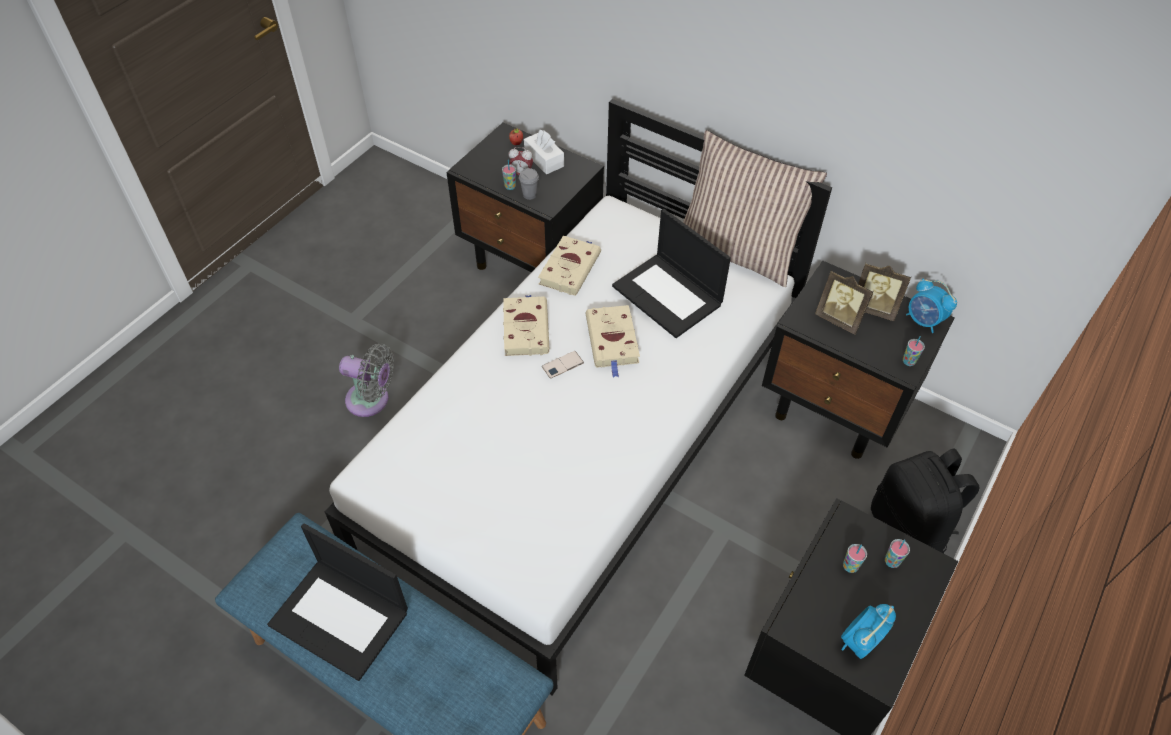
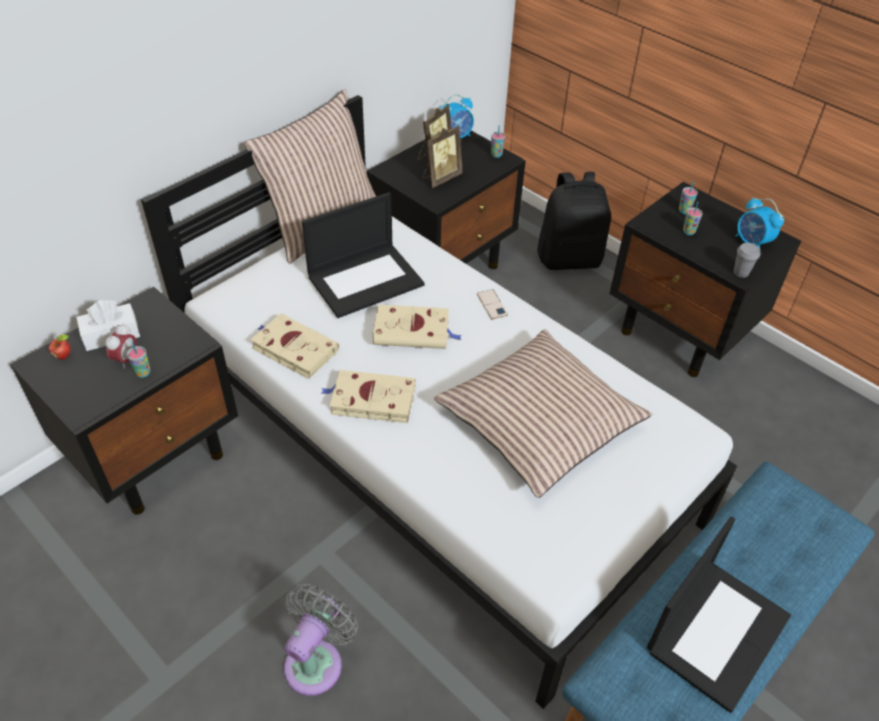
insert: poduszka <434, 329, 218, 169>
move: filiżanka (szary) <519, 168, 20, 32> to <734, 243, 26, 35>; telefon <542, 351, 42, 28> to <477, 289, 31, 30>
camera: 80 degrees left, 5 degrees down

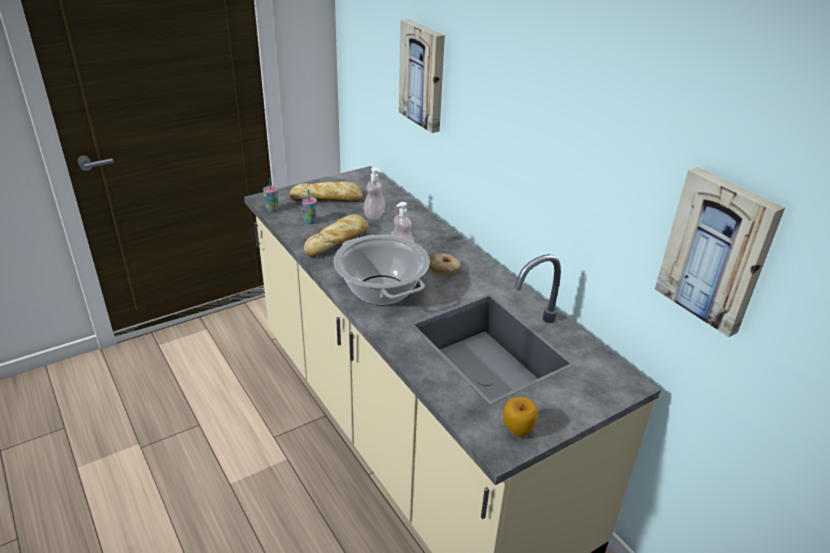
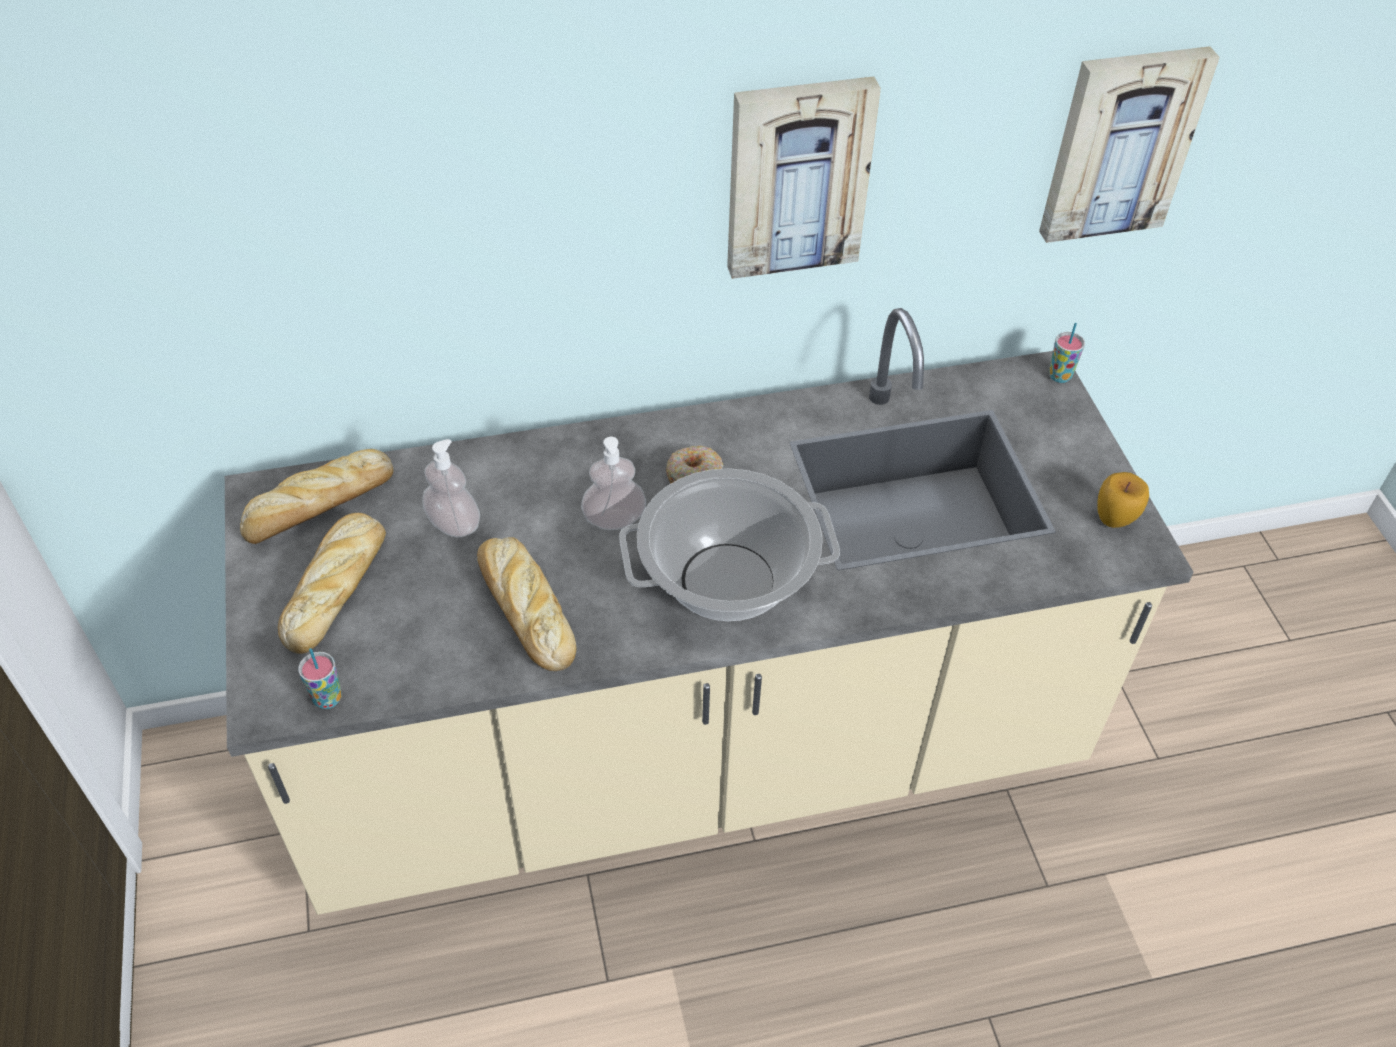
insert: chleb <240, 449, 154, 95>
move: filiżanka <302, 189, 15, 35> to <1049, 323, 36, 60>; obraz <399, 19, 46, 114> to <727, 76, 154, 203>
camera: 70 degrees left, 15 degrees up

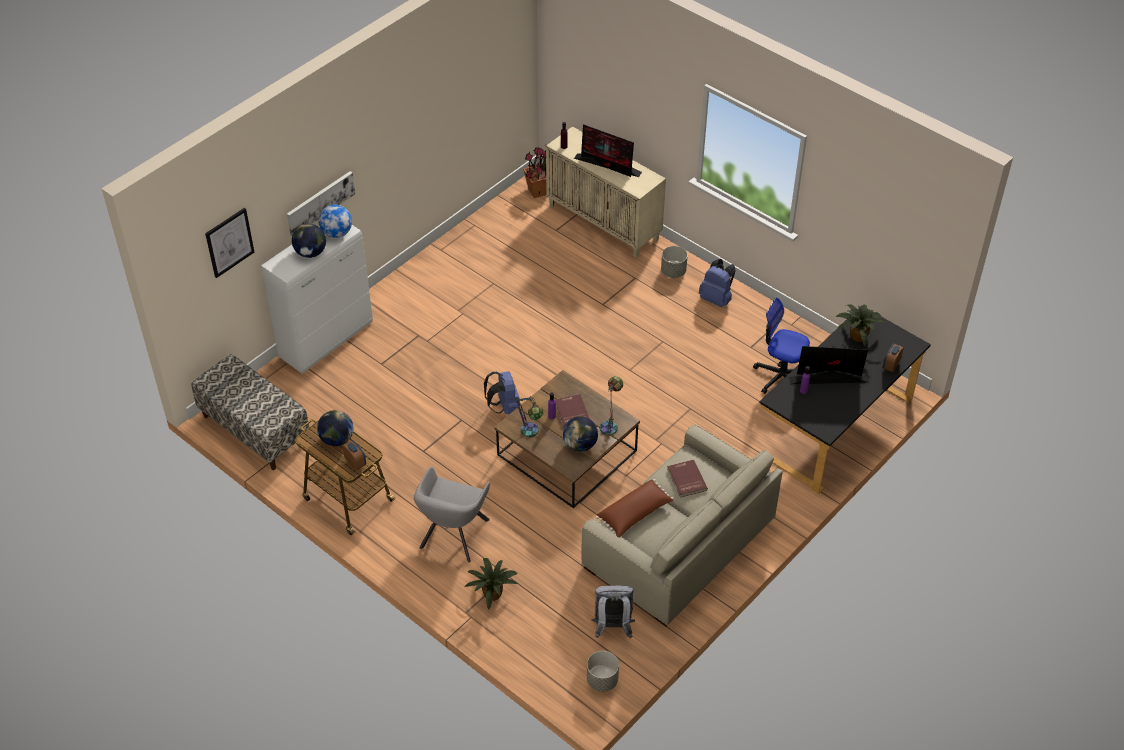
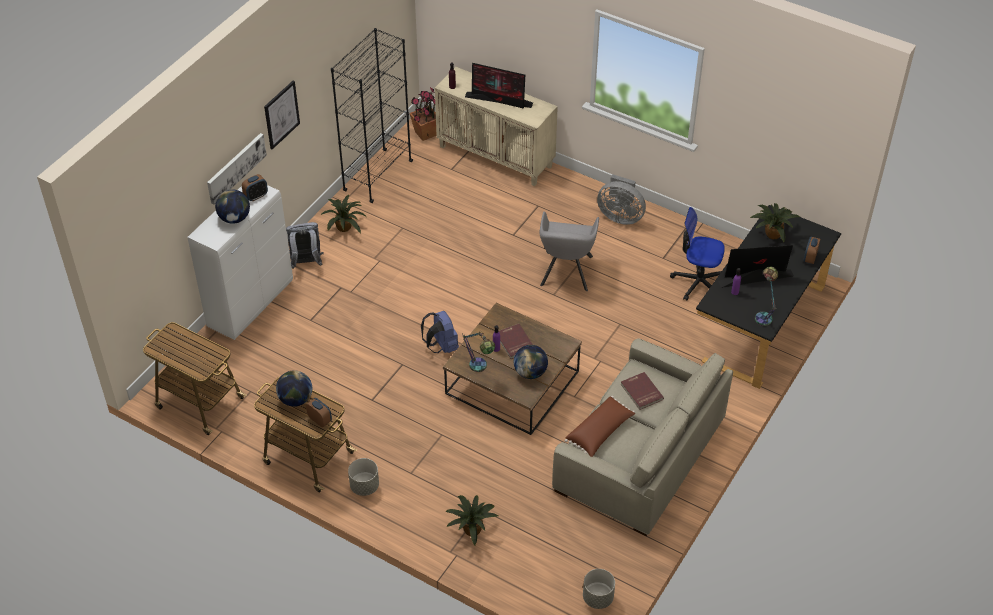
insert: roślina doniczkowa <321, 195, 45, 39>; regał (czarny) <331, 28, 82, 175>
move: obraz <205, 208, 49, 70> to <264, 81, 36, 68>; fotel (szary) <414, 467, 76, 96> to <540, 212, 59, 79>; plecak (szary) <591, 585, 44, 53> to <286, 222, 38, 47>; lampa stołowa <600, 376, 23, 60> to <755, 266, 23, 60>; donica (szary) <661, 246, 27, 32> to <348, 458, 31, 38>
replace: ławka <191, 354, 118, 116> to wózek <143, 322, 104, 113>; globus <318, 205, 34, 33> to budzik <242, 174, 26, 27>; plecak (niebieski) <699, 259, 36, 48> to wentylator (szary) <597, 174, 49, 51>
camera: 10 degrees left, 0 degrees up

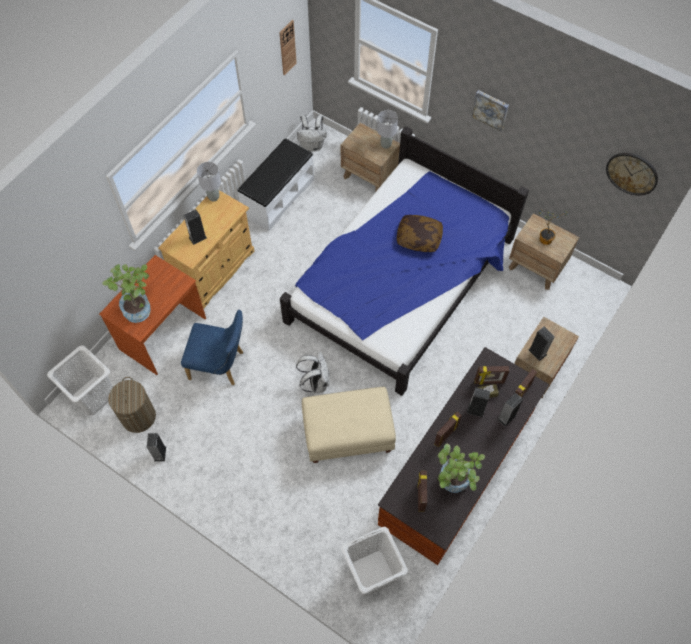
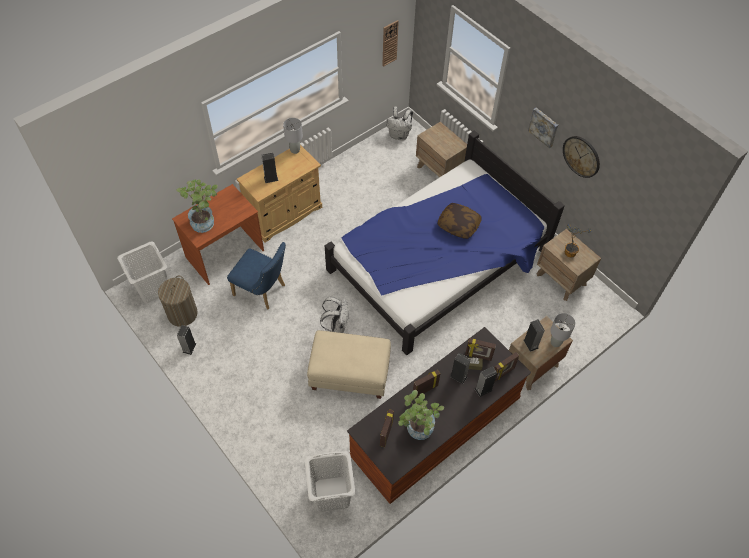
delete: ławka (biały) <237, 138, 77, 93>
move: lampa stołowa (szary) <377, 110, 21, 39> to <550, 313, 26, 34>; zegar ścienny <606, 153, 52, 42> to <563, 136, 37, 42>
camera: 15 degrees right, 5 degrees down

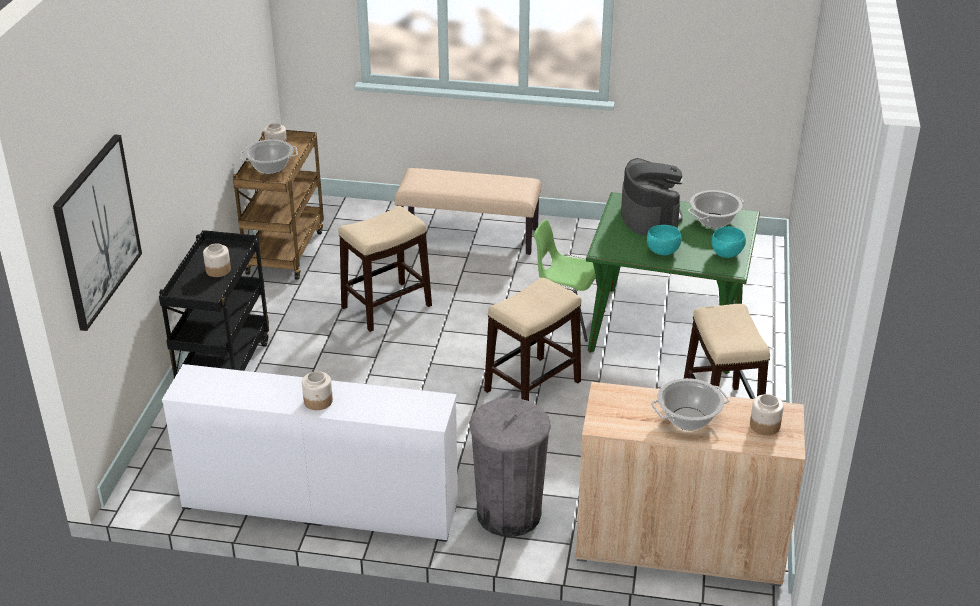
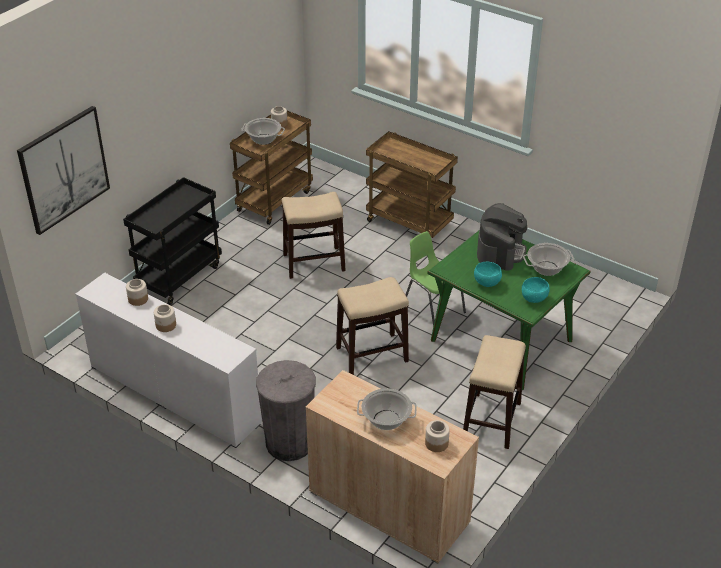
move: słoik <203, 243, 28, 34> to <126, 279, 22, 27>
replace: ławka (beżowy) <395, 168, 146, 87> to wózek (brązowy) <366, 131, 92, 107>
camera: 25 degrees right, 5 degrees up

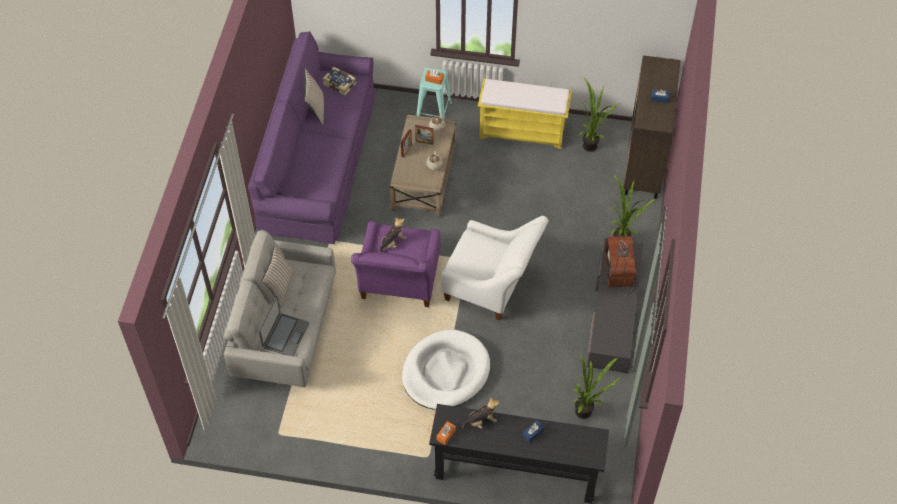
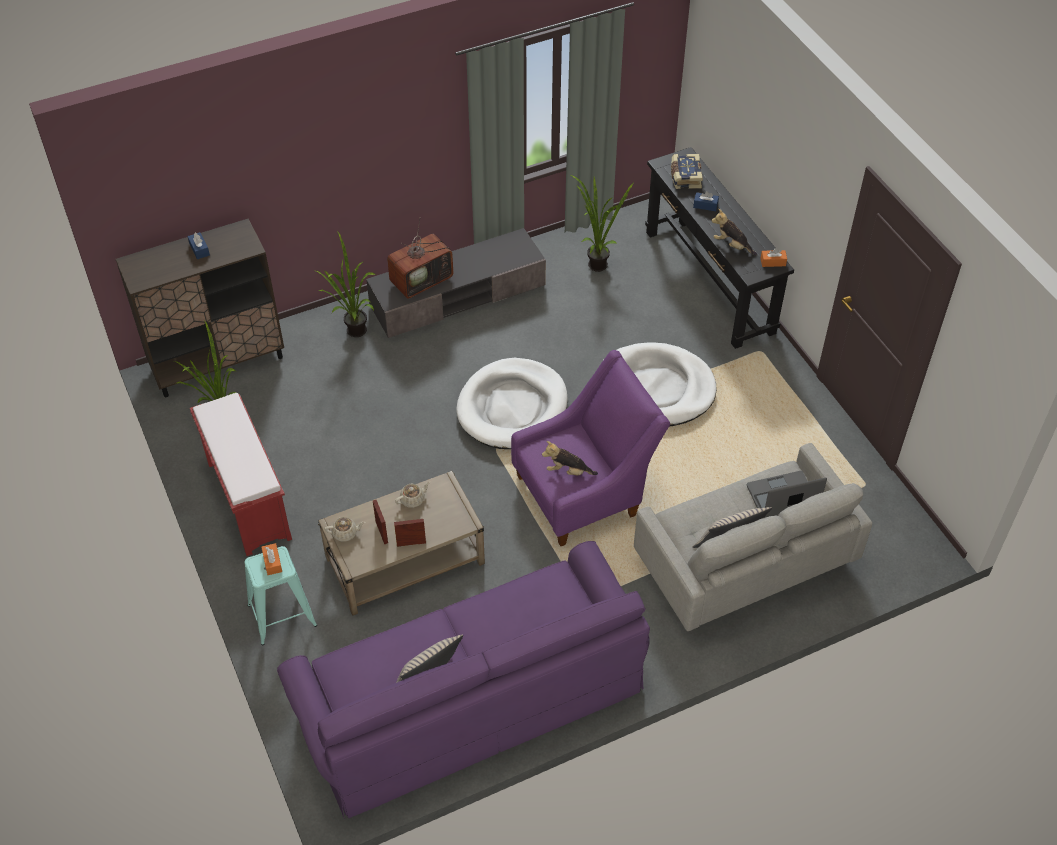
move: książka <322, 67, 34, 29> to <671, 154, 32, 35>
replace: fotel (biały) <441, 216, 108, 105> to legowisko (biały) <457, 358, 111, 91>
recolor: ławka (żółty) <478, 78, 94, 71> to ławka (czerwony) <190, 393, 102, 163>
camera: 125 degrees left, 5 degrees down

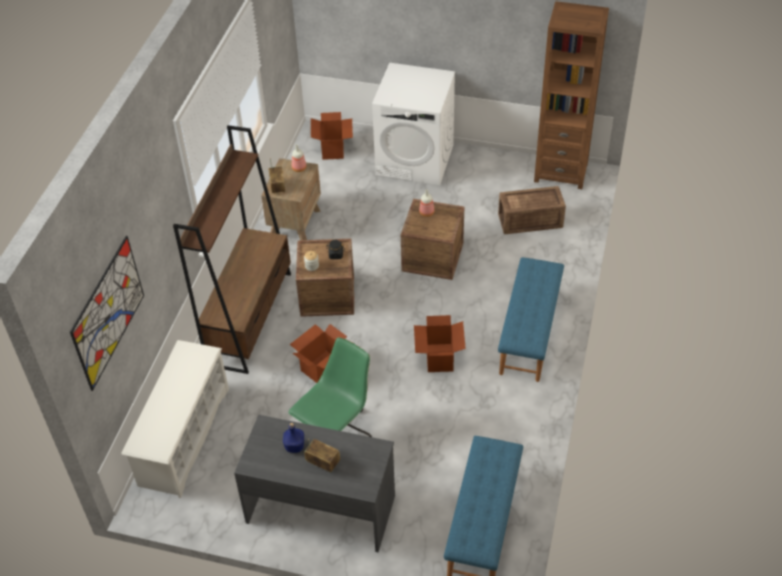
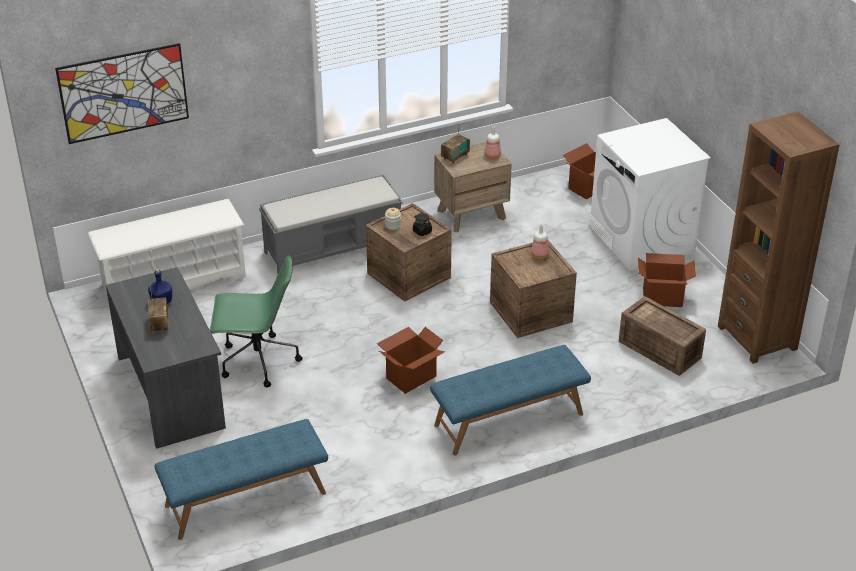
move: karton <290, 324, 57, 59> to <638, 253, 58, 54>
replace: regał (brązowy) <173, 125, 118, 249> to ławka (szary) <259, 174, 144, 100>
camera: 50 degrees right, 10 degrees down

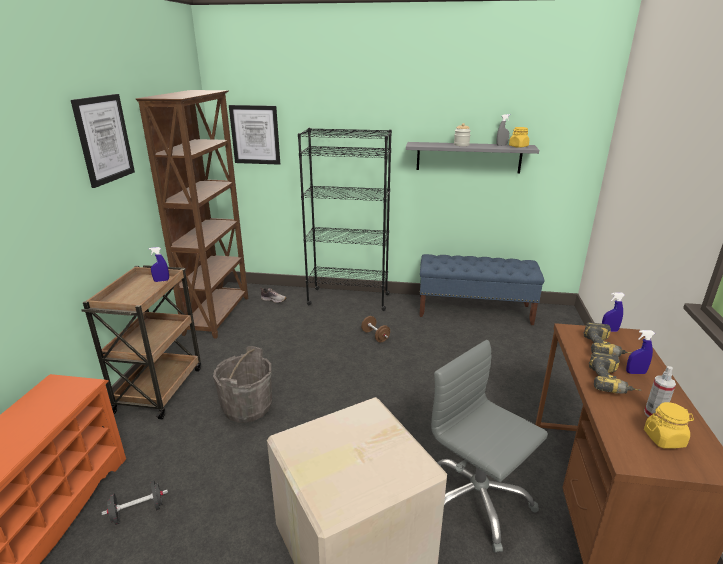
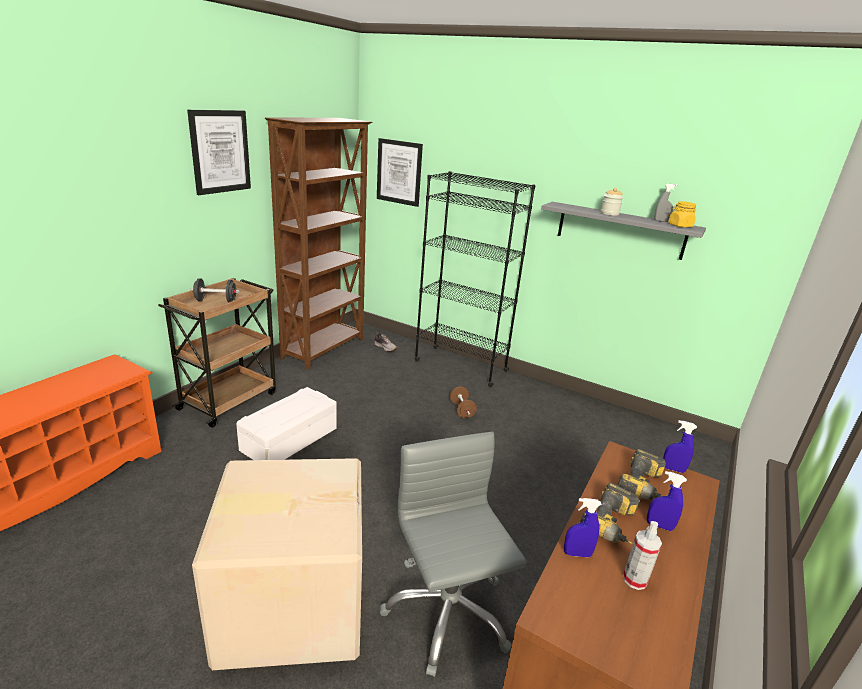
delete: ławka (niebieski) <419, 254, 126, 71>; słoik (żółty) <644, 402, 50, 46>
move: hantel (czarny) <102, 480, 66, 45> to <190, 278, 50, 24>; spryskiwacz (niebieski) <149, 247, 20, 35> to <564, 498, 38, 60>
replace: wiadro (szary) <213, 346, 59, 77> to pojemnik do przechowywania (biały) <236, 387, 101, 73>
camera: 20 degrees right, 0 degrees up

